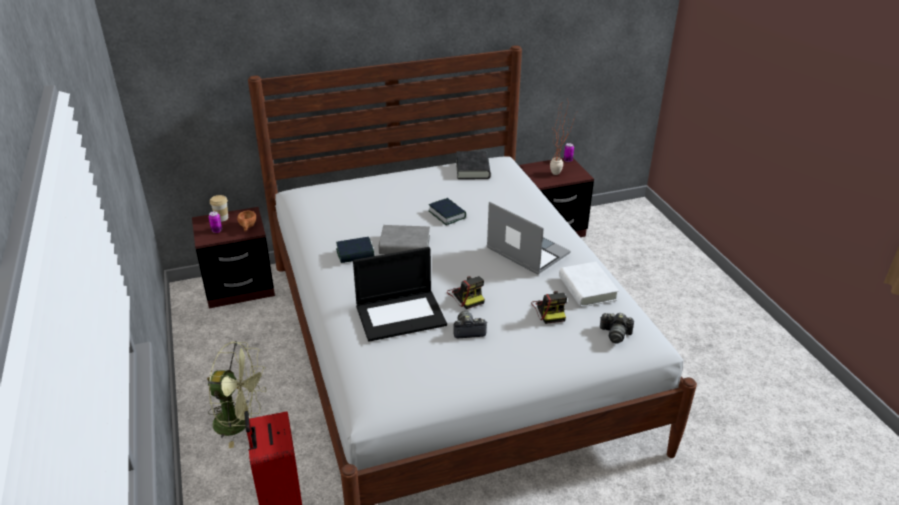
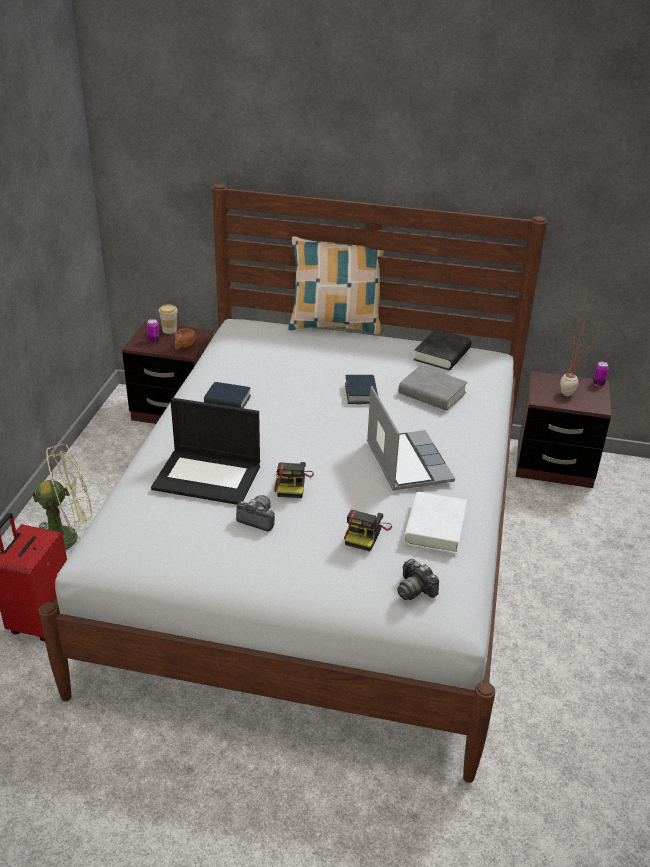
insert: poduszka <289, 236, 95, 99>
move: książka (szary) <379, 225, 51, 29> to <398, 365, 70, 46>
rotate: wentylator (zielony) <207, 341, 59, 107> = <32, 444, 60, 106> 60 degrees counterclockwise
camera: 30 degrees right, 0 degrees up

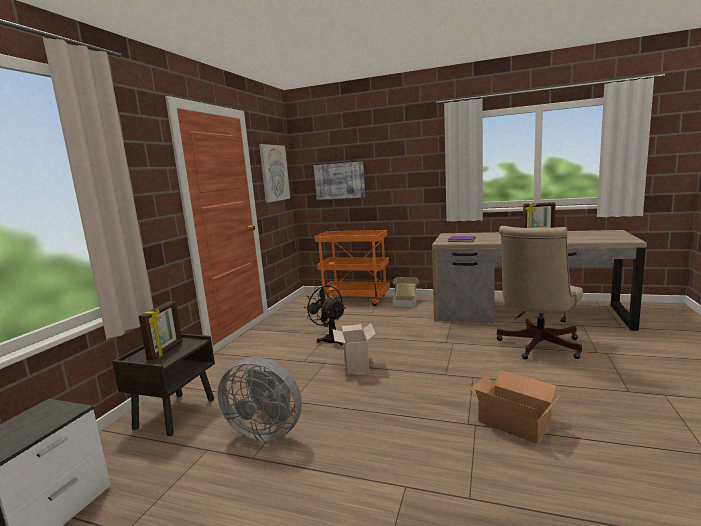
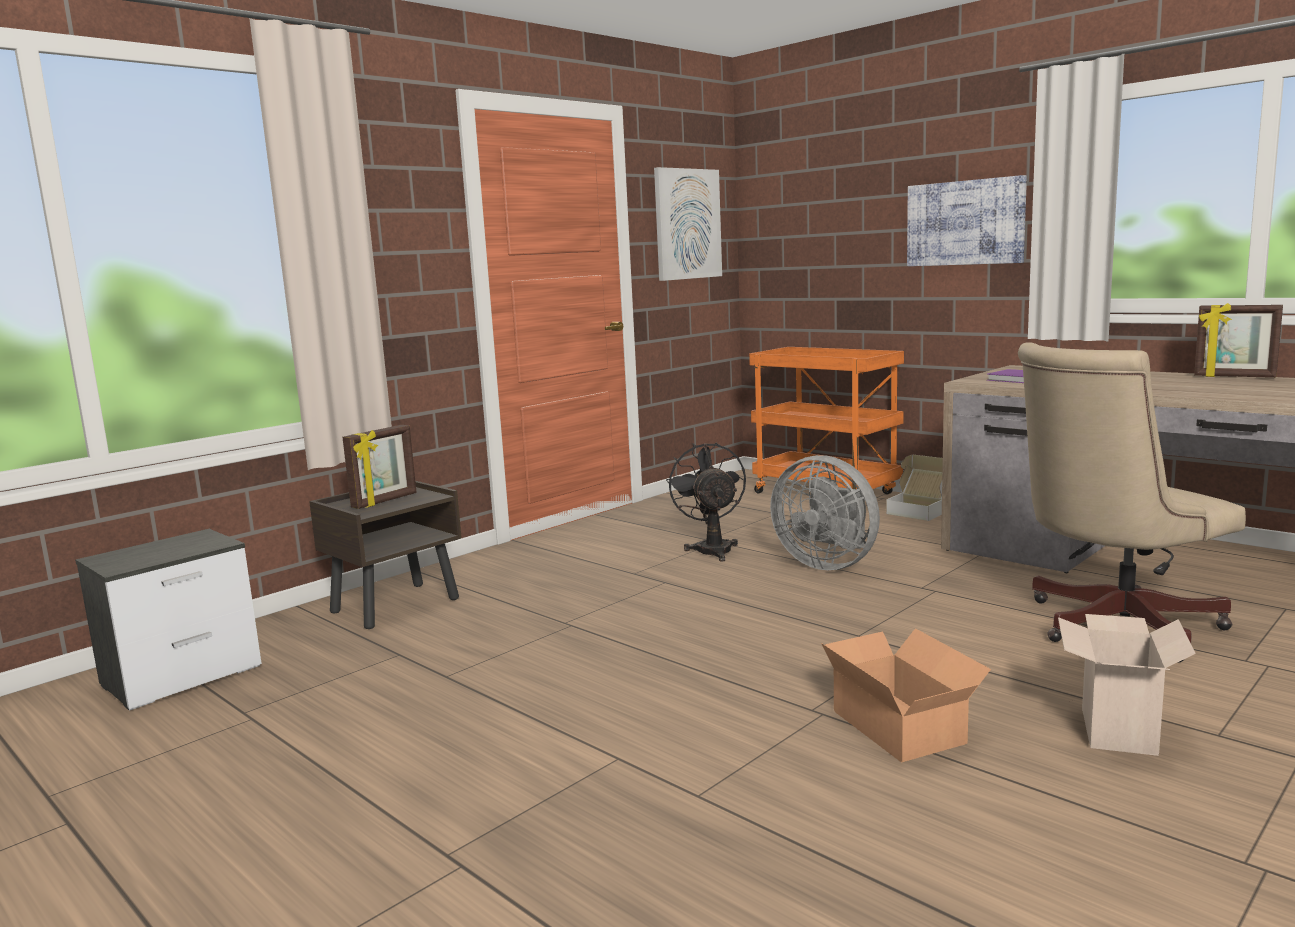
move: wentylator (szary) <218, 357, 84, 85> to <770, 455, 110, 115>; obraz <314, 161, 51, 39> to <907, 175, 120, 91>; karton <332, 323, 44, 51> to <1058, 614, 138, 142>
camera: 25 degrees right, 0 degrees up

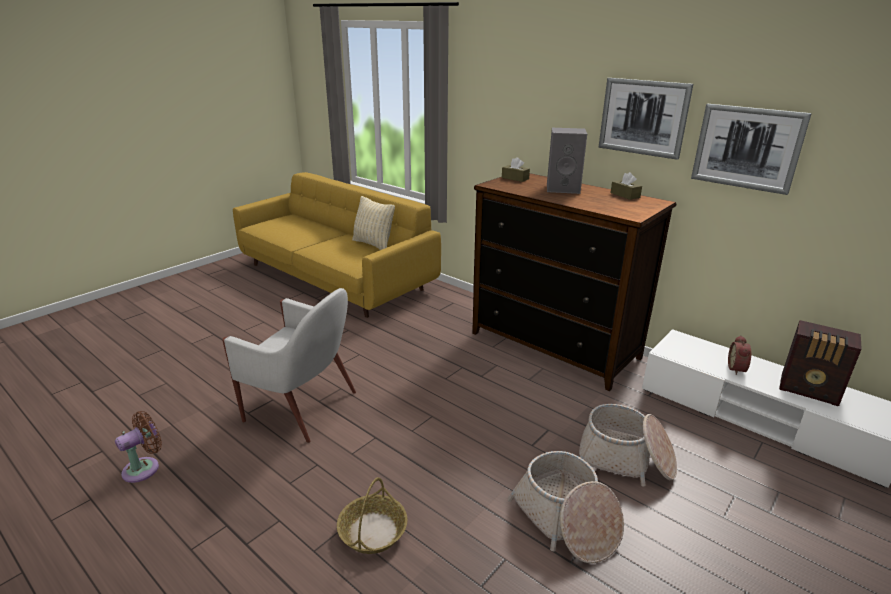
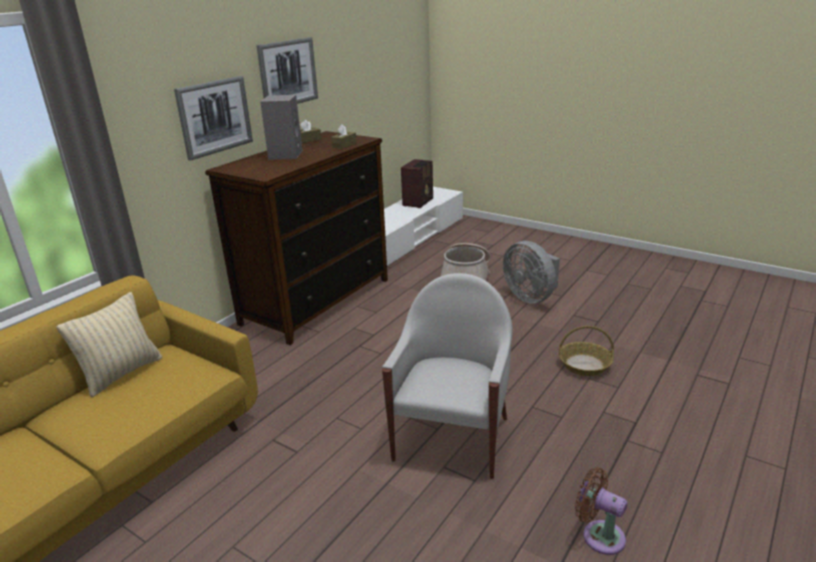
delete: budzik <728, 335, 23, 40>
move: pudełko chusteczek (brązowy) <502, 157, 28, 25> to <331, 124, 26, 25>; obraz <691, 104, 121, 91> to <174, 76, 79, 85>
replace: koszyk <507, 451, 117, 112> to wentylator (szary) <503, 241, 57, 63>
camera: 95 degrees left, 0 degrees up

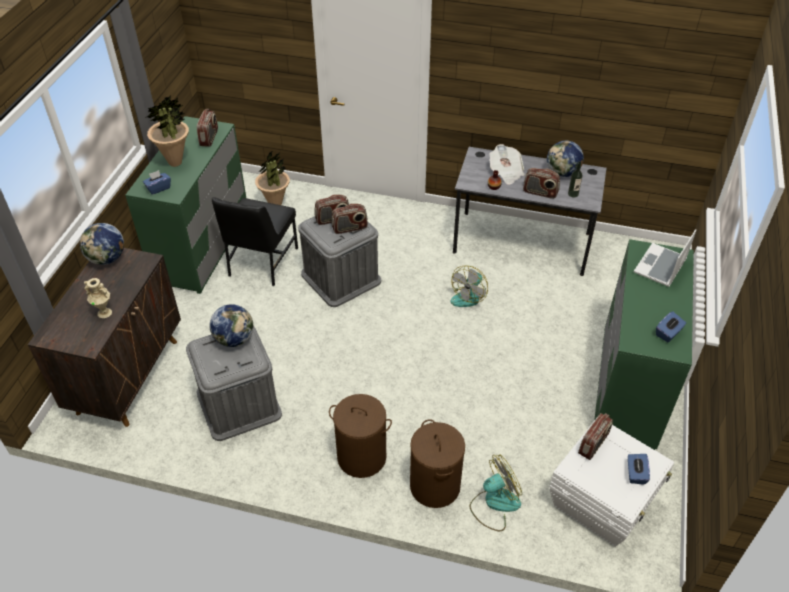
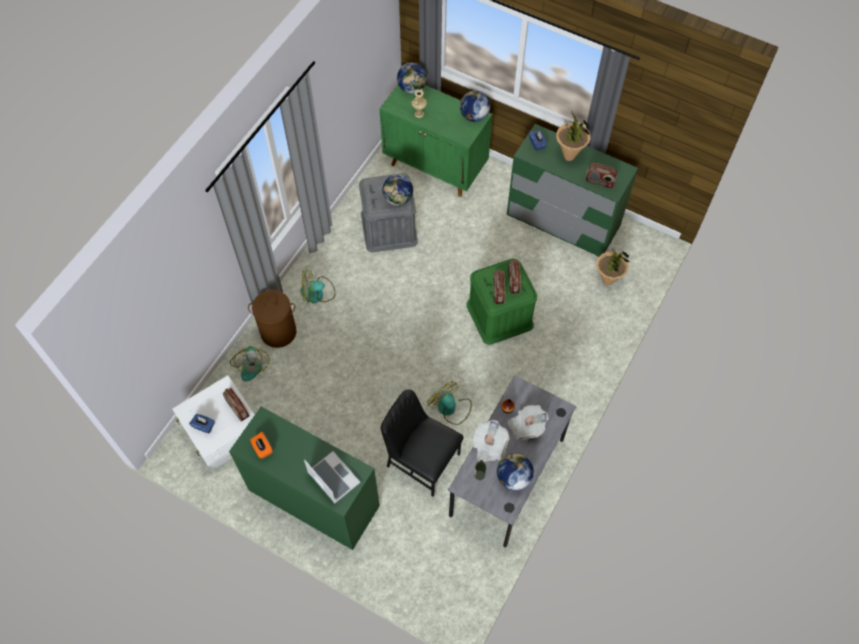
insert: globus <397, 63, 30, 31>
move: krzesło (czarny) <212, 197, 86, 89> to <381, 390, 83, 107>
replace: kosz na pranie (brązowy) <329, 394, 63, 84> to wentylator <301, 269, 35, 34>; radio <523, 168, 37, 31> to gazeta <472, 420, 38, 42>
recolor: szafka (brązowy) <28, 248, 153, 179> to szafka (zielony) <380, 85, 113, 112>; pojemnik do przechowywania (szary) <298, 216, 83, 91> to pojemnik do przechowywania (zielony) <466, 259, 71, 86>; pudełko chusteczek (niebieski) <656, 311, 30, 31> to pudełko chusteczek (pomarańczowy) <250, 432, 23, 27>
camera: 105 degrees right, 15 degrees up

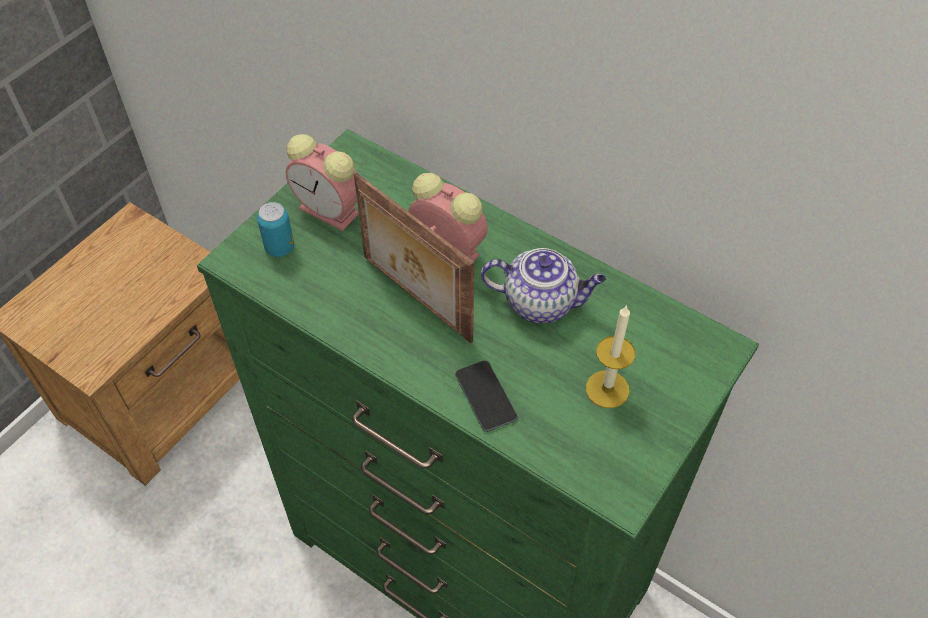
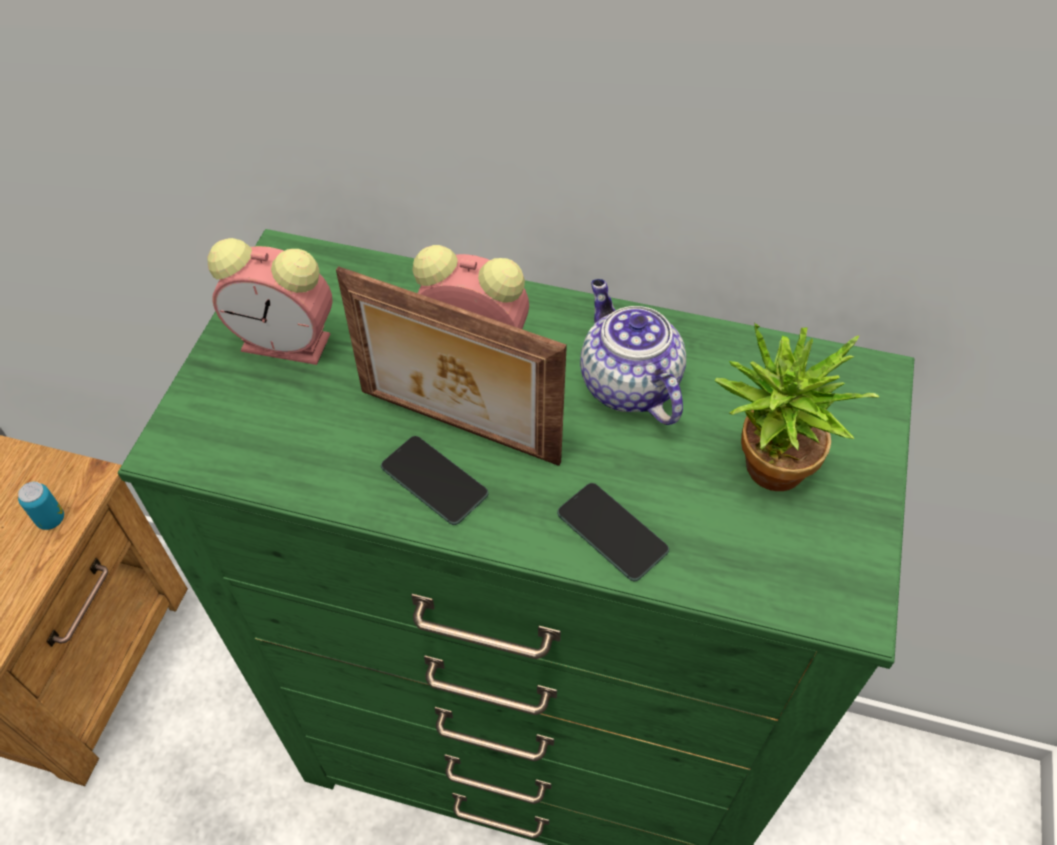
insert: telefon <381, 436, 108, 89>
move: puszka <257, 202, 37, 55> to <18, 482, 46, 48>
replace: świeca <586, 305, 50, 103> to roślina doniczkowa <714, 323, 165, 168>
rotate: imbryk <481, 248, 125, 75> = <580, 279, 106, 146> 105 degrees counterclockwise
camera: 20 degrees left, 0 degrees up

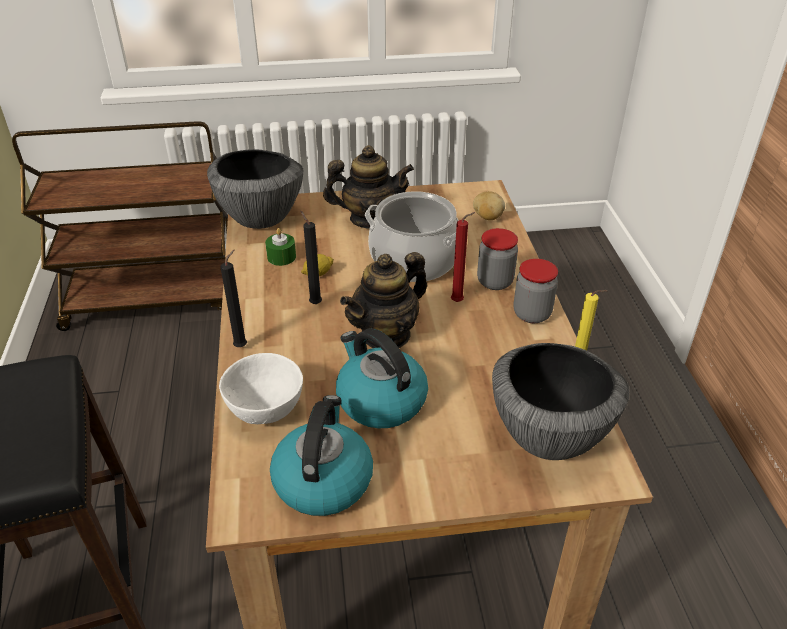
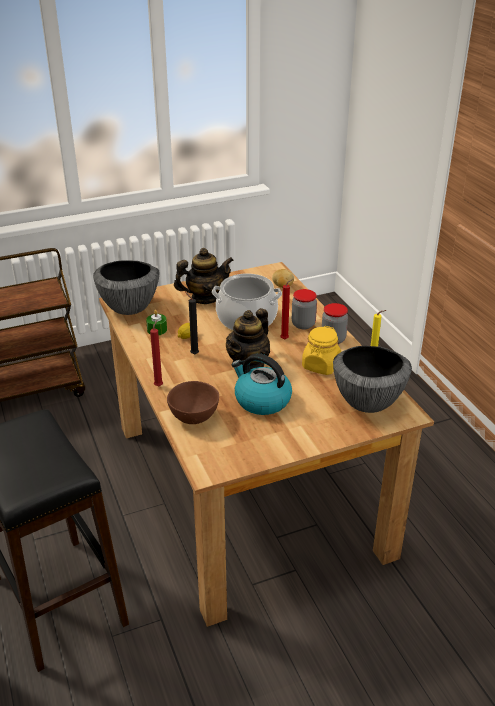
delete: czajnik <270, 395, 103, 121>
insert: słoik (żółty) <302, 326, 39, 49>
recolor: miska (biały) <219, 353, 84, 71> to miska (brązowy) <167, 381, 52, 43>; świeca (czarny) <221, 250, 26, 97> to świeca (czerwony) <150, 320, 13, 66>
camera: 15 degrees left, 5 degrees down

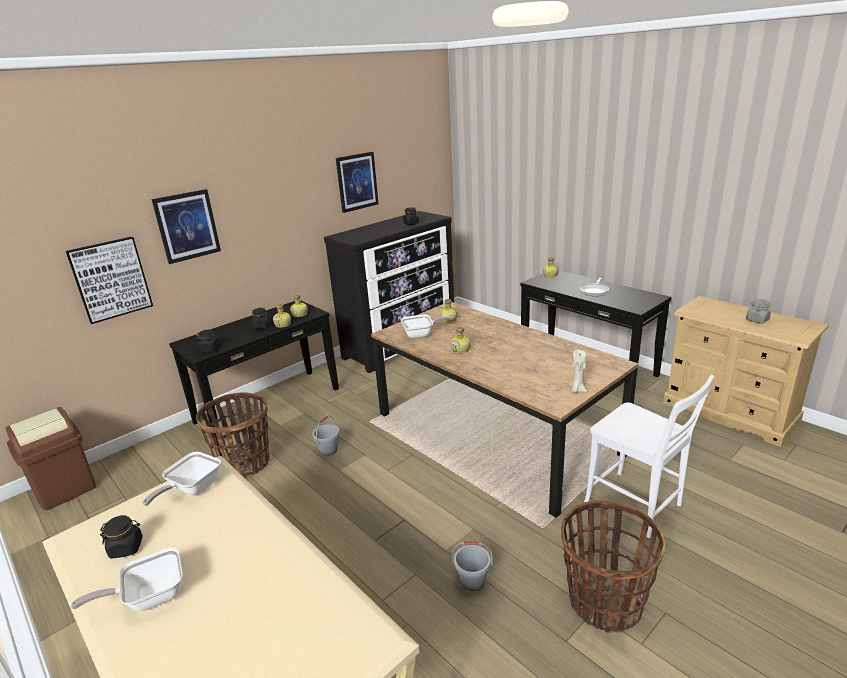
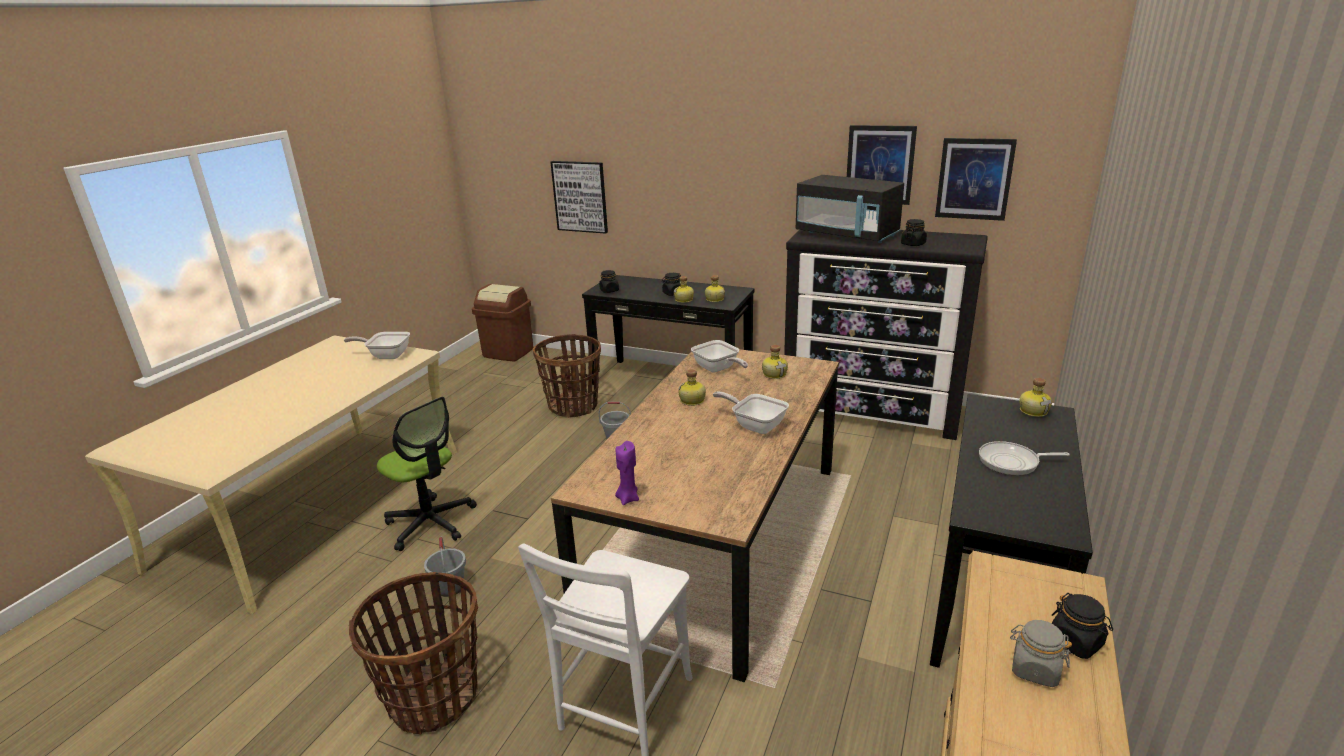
insert: krzesło biurowe <377, 397, 100, 154>; mikrofalówka (czarny) <796, 175, 108, 68>
move: patelnia <71, 548, 112, 63> to <713, 392, 76, 42>; słoik (czarny) <100, 515, 43, 44> to <1052, 593, 61, 66>; obraz <152, 189, 69, 75> to <935, 138, 82, 83>
recolor: świeca (beżowy) <569, 350, 18, 43> to świeca (fioletowy) <615, 441, 24, 64>
camera: 65 degrees right, 0 degrees up

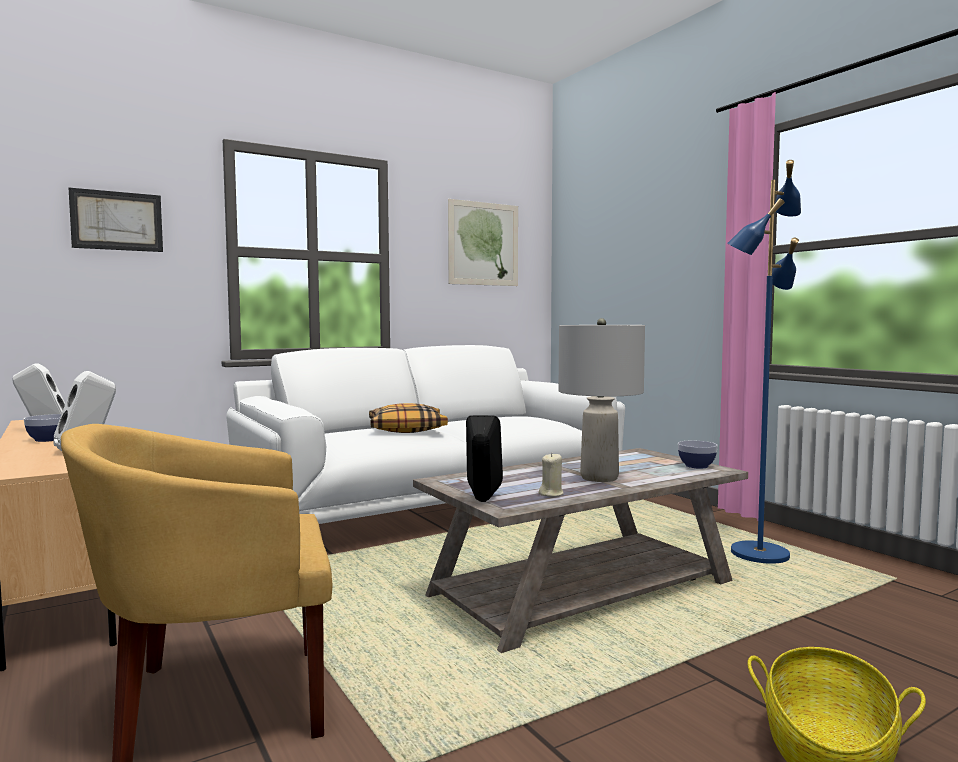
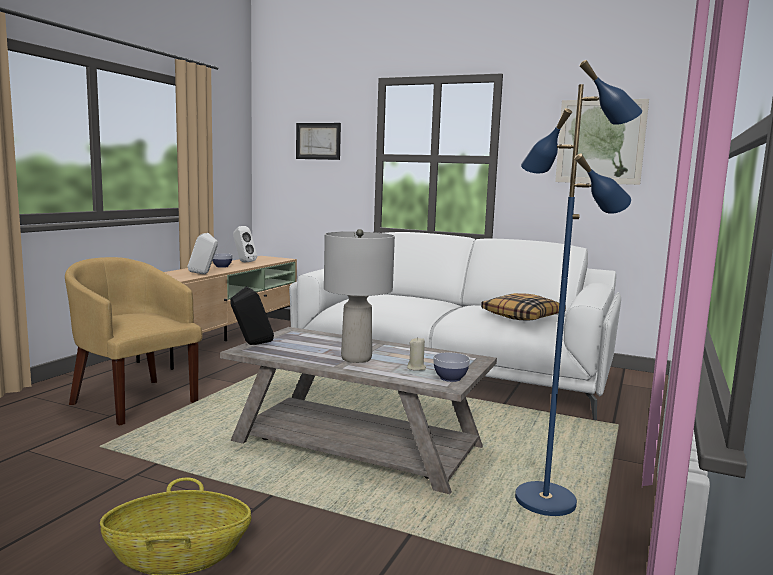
move: poduszka <369, 403, 79, 30> to <481, 293, 85, 28>; świeca (beżowy) <539, 453, 25, 44> to <407, 337, 19, 34>
camera: 55 degrees right, 5 degrees up

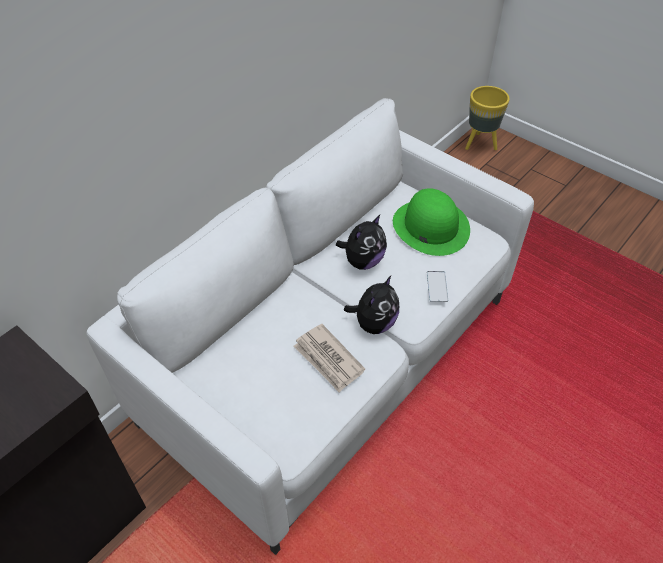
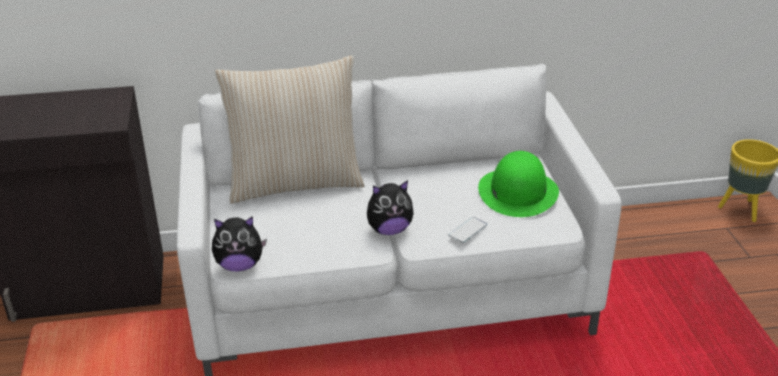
delete: gazeta <293, 324, 72, 69>
insert: poduszka (beżowy) <215, 55, 150, 148>
move: pluszak <336, 215, 51, 55> to <212, 216, 55, 55>
camera: 40 degrees right, 15 degrees down

